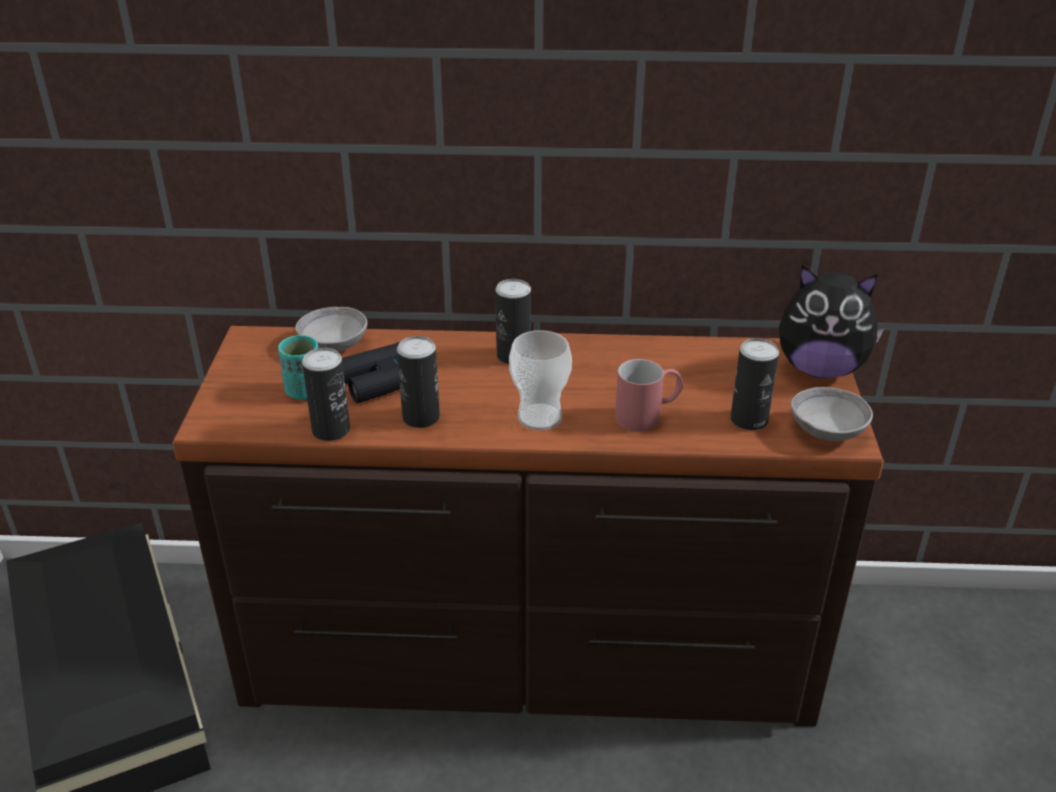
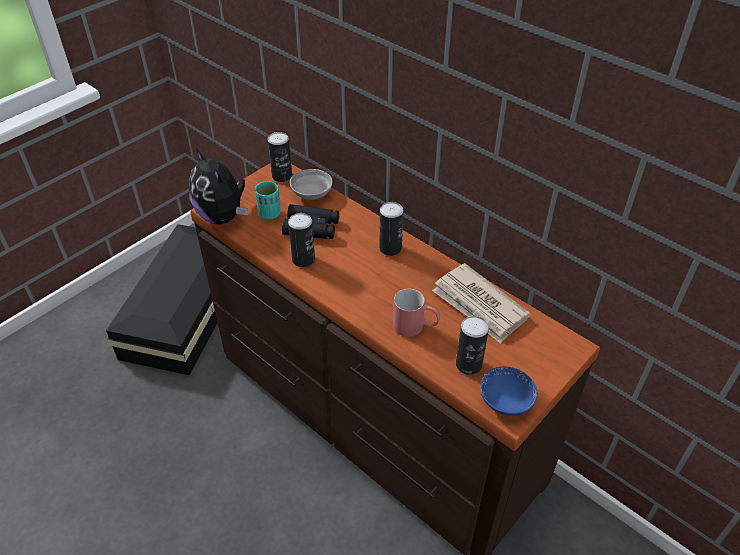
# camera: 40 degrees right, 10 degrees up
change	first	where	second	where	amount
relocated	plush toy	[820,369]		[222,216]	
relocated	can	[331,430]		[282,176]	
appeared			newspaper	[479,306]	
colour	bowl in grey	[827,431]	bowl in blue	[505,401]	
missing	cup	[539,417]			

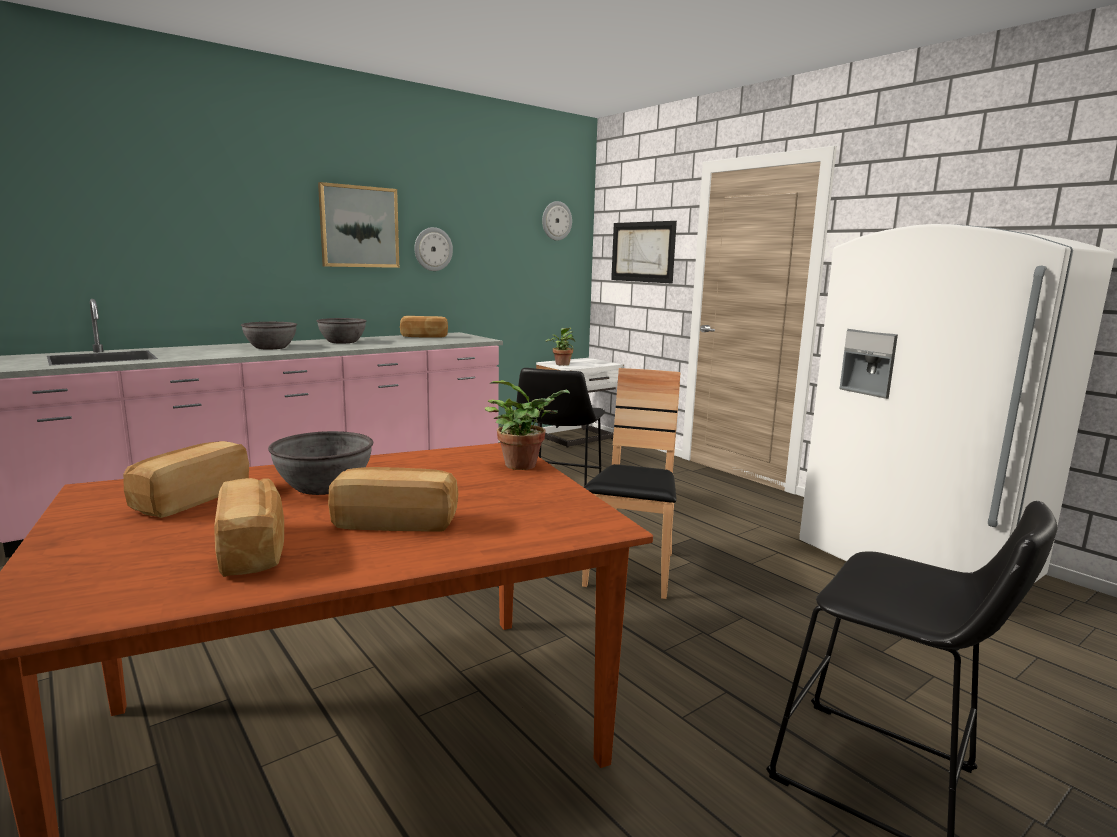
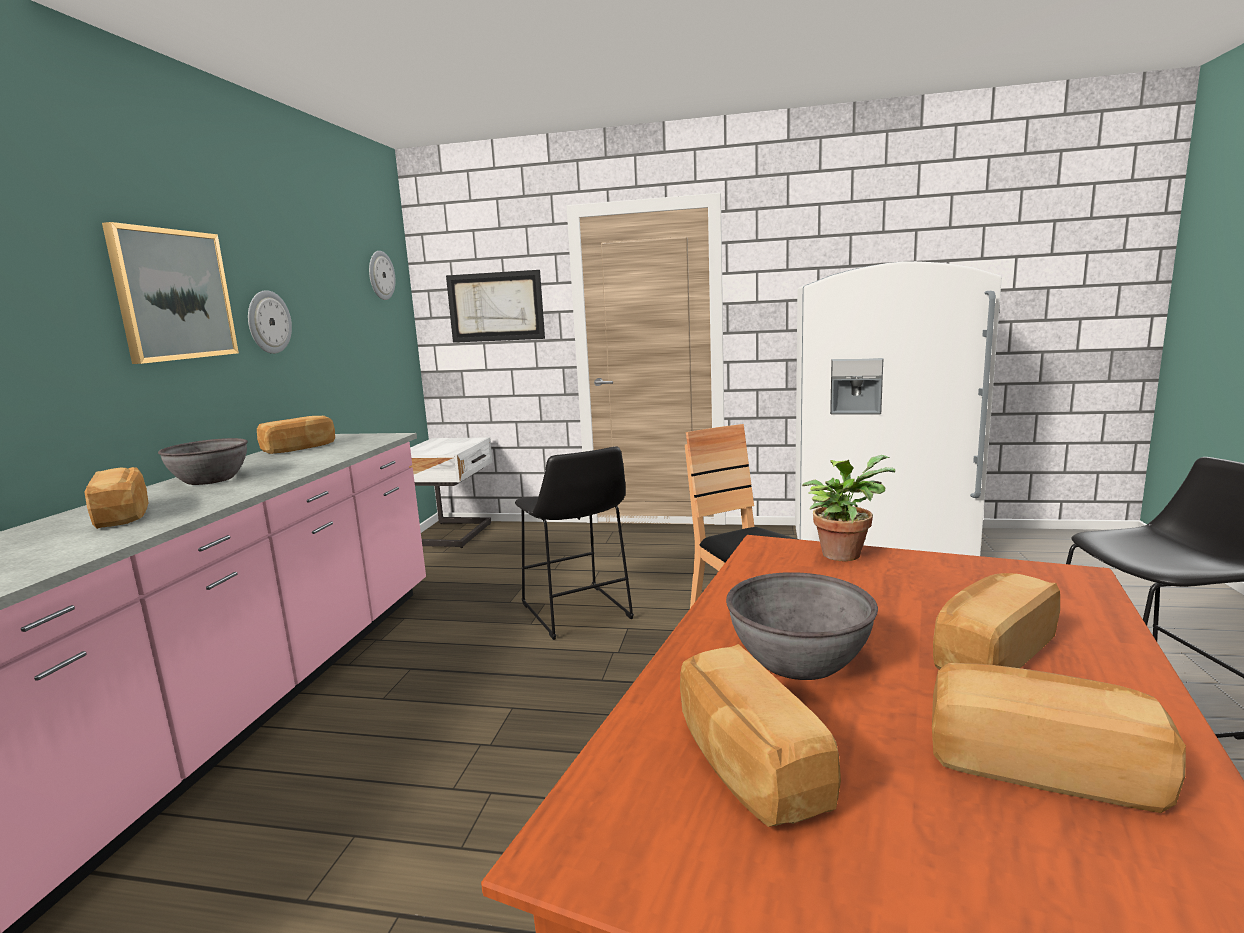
# camera: 40 degrees left, 0 degrees up
change	first	where	second	where	amount
exchanged	bowl in grey	[270,347]	bread	[124,515]	
missing	potted plant	[561,364]			

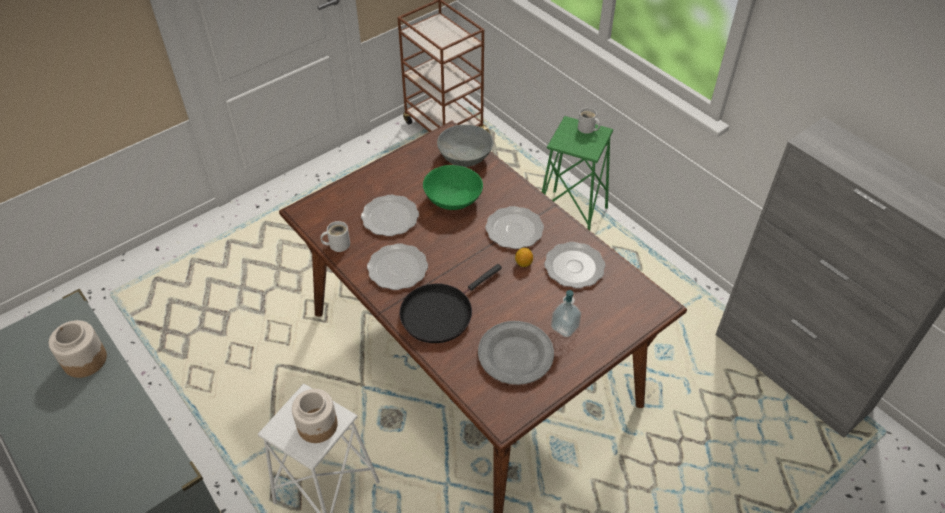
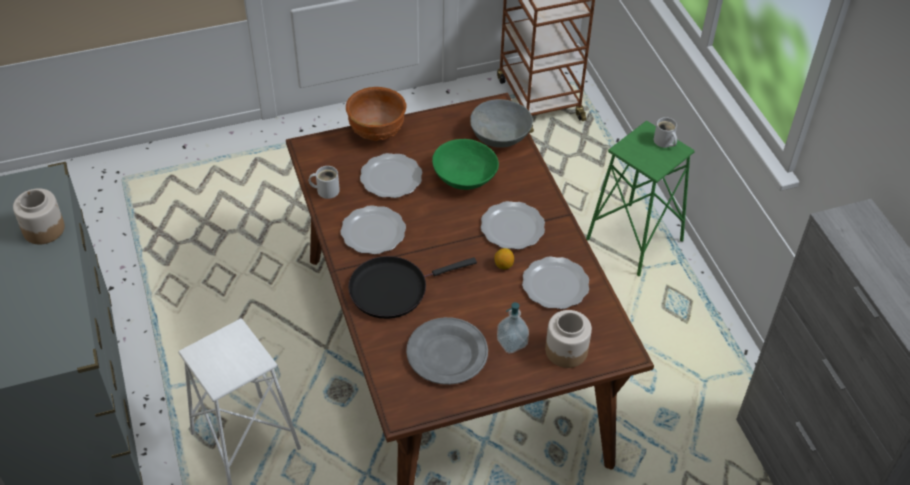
# camera: 20 degrees right, 0 degrees up
change	first	where	second	where	amount
appeared			bowl in brown	[377,132]	
relocated	jar	[318,425]		[566,351]	

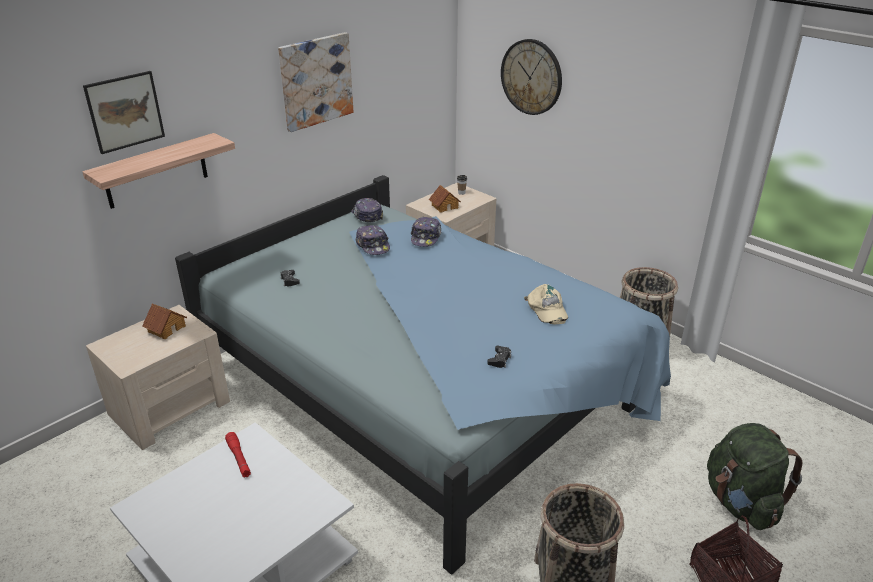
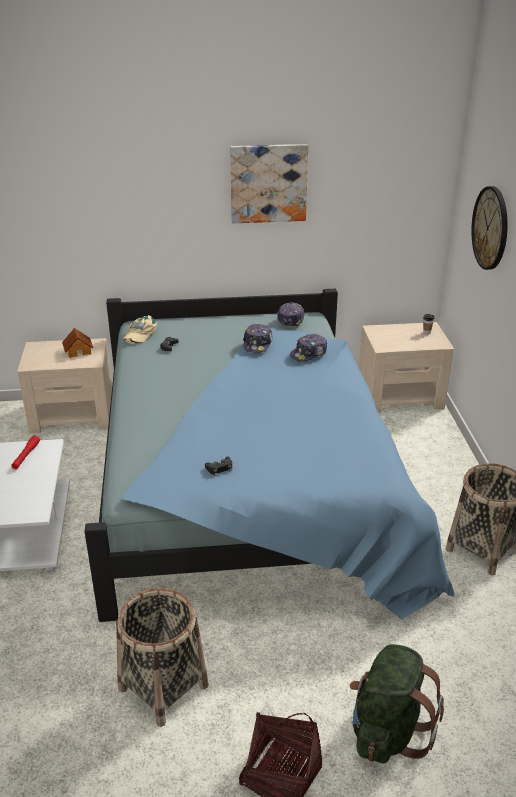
# camera: 40 degrees right, 0 degrees up
change	first	where	second	where	amount
relocated	cap in beige	[546,309]		[140,333]	
missing	shelf	[156,171]			
missing	picture	[125,111]			
missing	toy house	[444,206]			

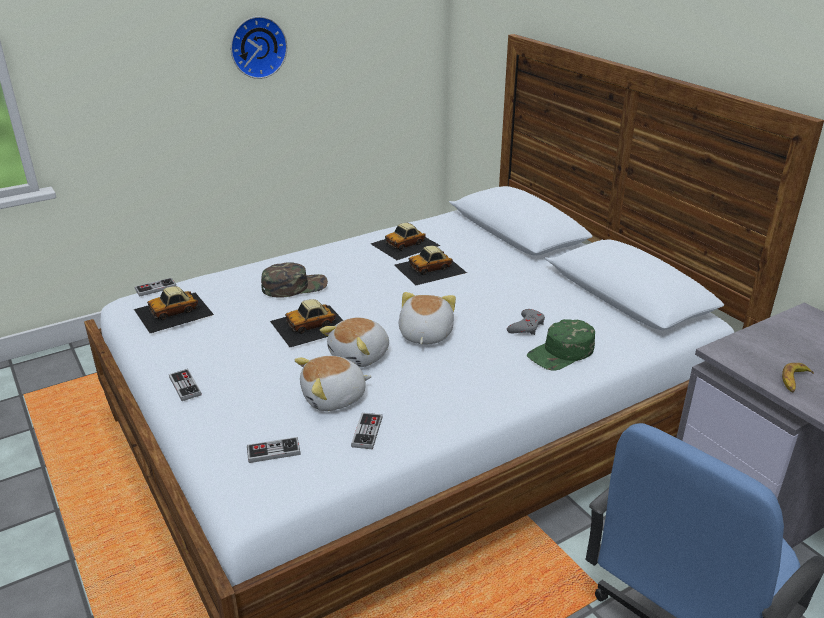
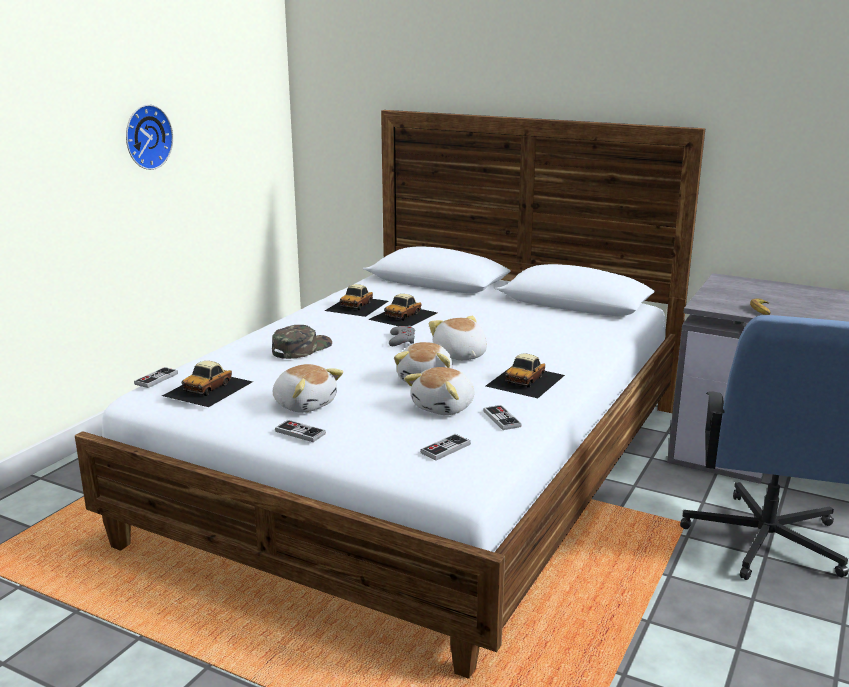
# camera: 30 degrees left, 10 degrees down
change	first	where	second	where	amount
appeared			plush toy	[305,404]	
relocated	game controller in grey	[526,326]		[402,340]	
relocated	toy car	[311,325]		[526,380]	
missing	cap in green	[561,353]			

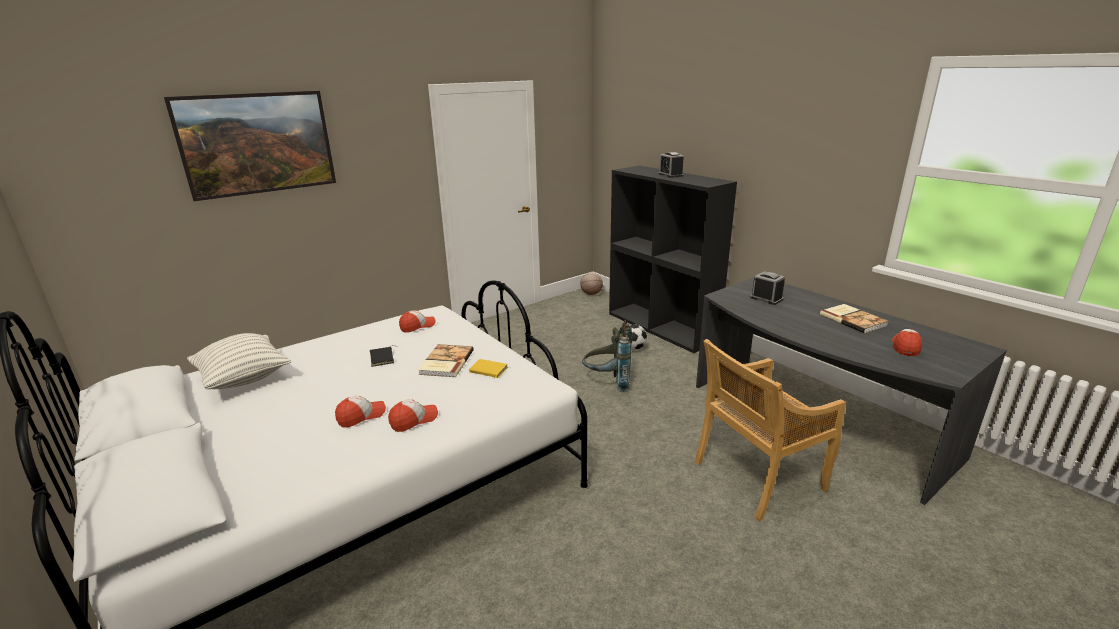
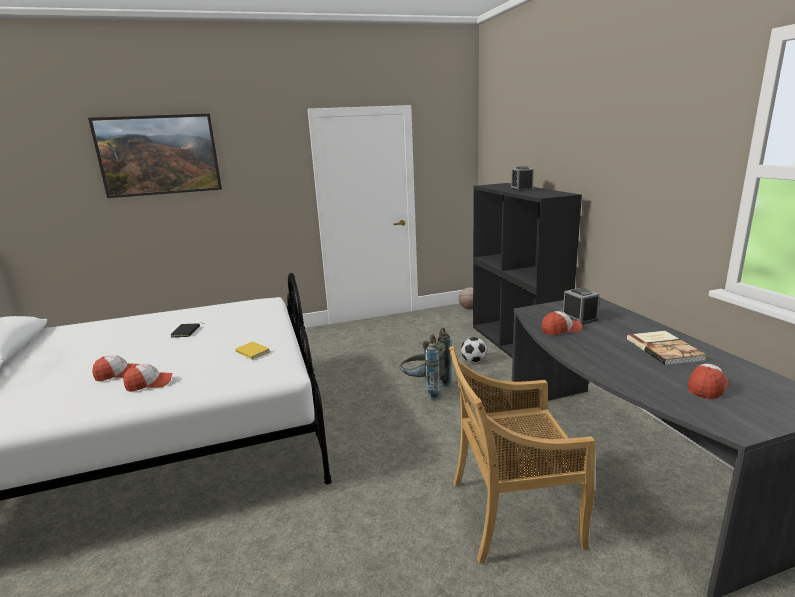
# camera: 20 degrees right, 5 degrees down
change	first	where	second	where	amount
relocated	cap	[417,326]		[561,330]	
missing	pillow	[244,379]			
missing	book	[445,362]			

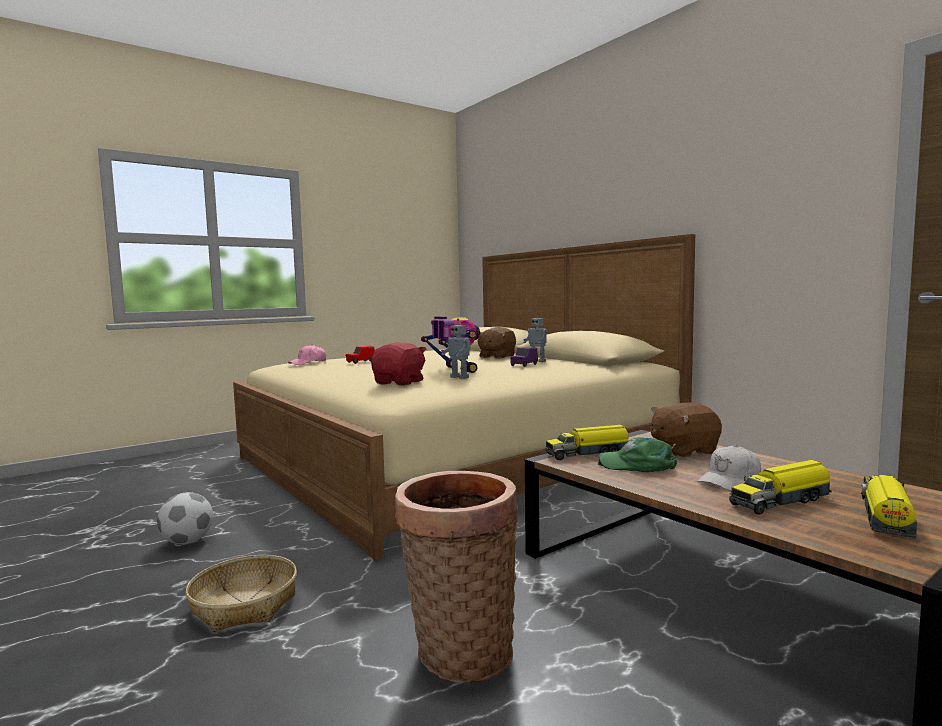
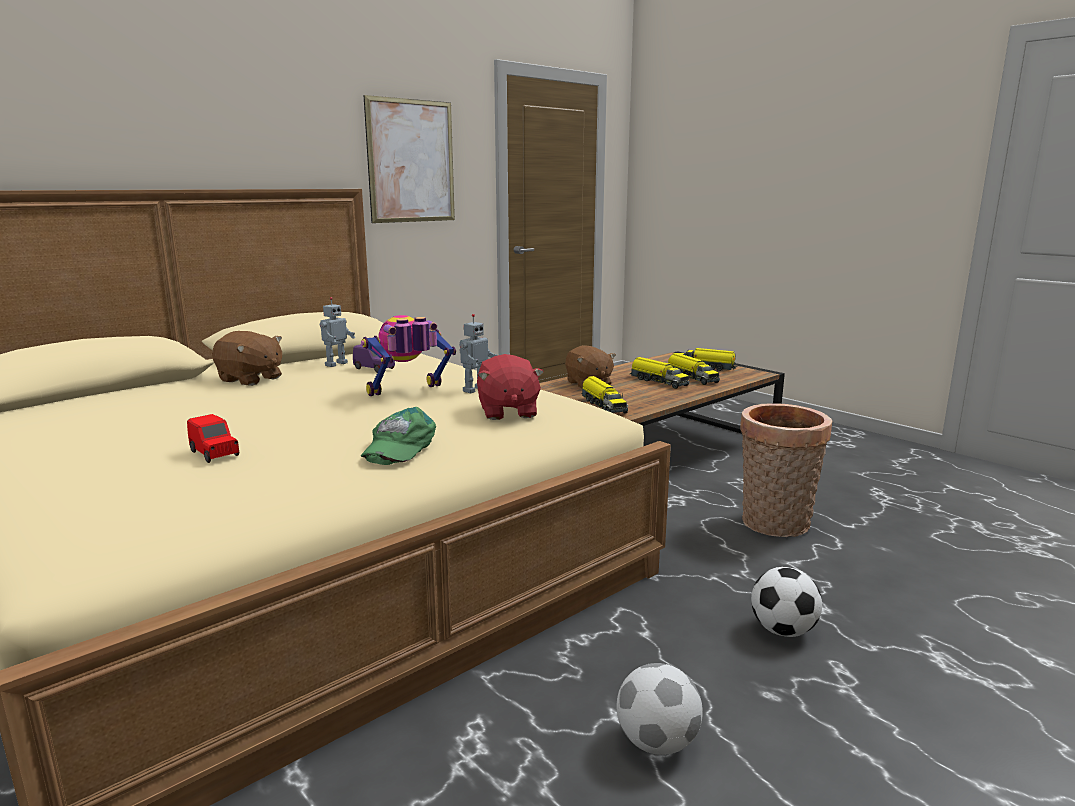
# camera: 95 degrees left, 10 degrees up
change	first	where	second	where	amount
relocated	cap in green	[638,465]		[398,447]	
appeared			picture	[411,161]	
spun	plush toy in red	[400,382]		[507,412]	120 degrees counterclockwise
exchanged	cap in white	[730,480]	toy truck	[658,381]	
exchanged	basket	[244,605]	football	[783,631]	
missing	cap in pink	[308,363]			

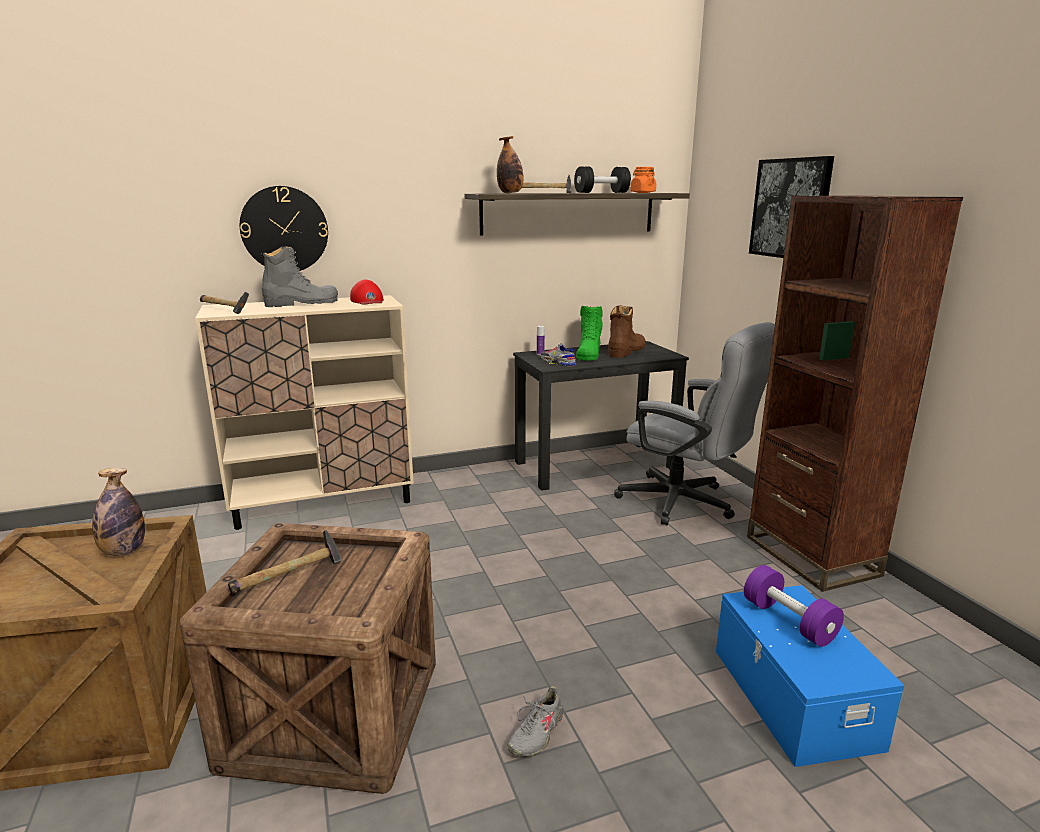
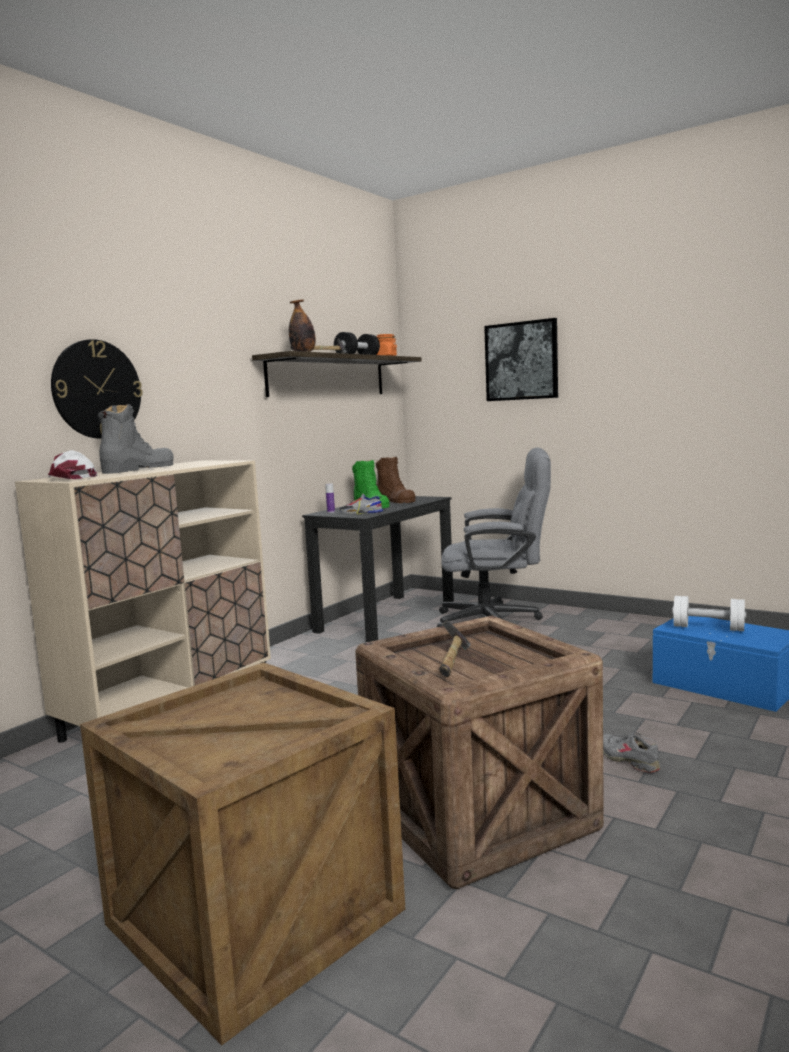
# camera: 35 degrees left, 10 degrees down
change	first	where	second	where	amount
exchanged	hammer	[224,310]	cap in white	[71,478]	
spun	boot in brown	[626,351]		[395,501]	150 degrees clockwise
spun	shoe in grey	[536,733]		[629,759]	150 degrees clockwise
colour	dumbbell in purple	[788,621]	dumbbell in white	[708,628]	
missing	bottle	[123,551]			
missing	cap in red	[367,301]			
missing	bookcase in brown	[811,555]			

